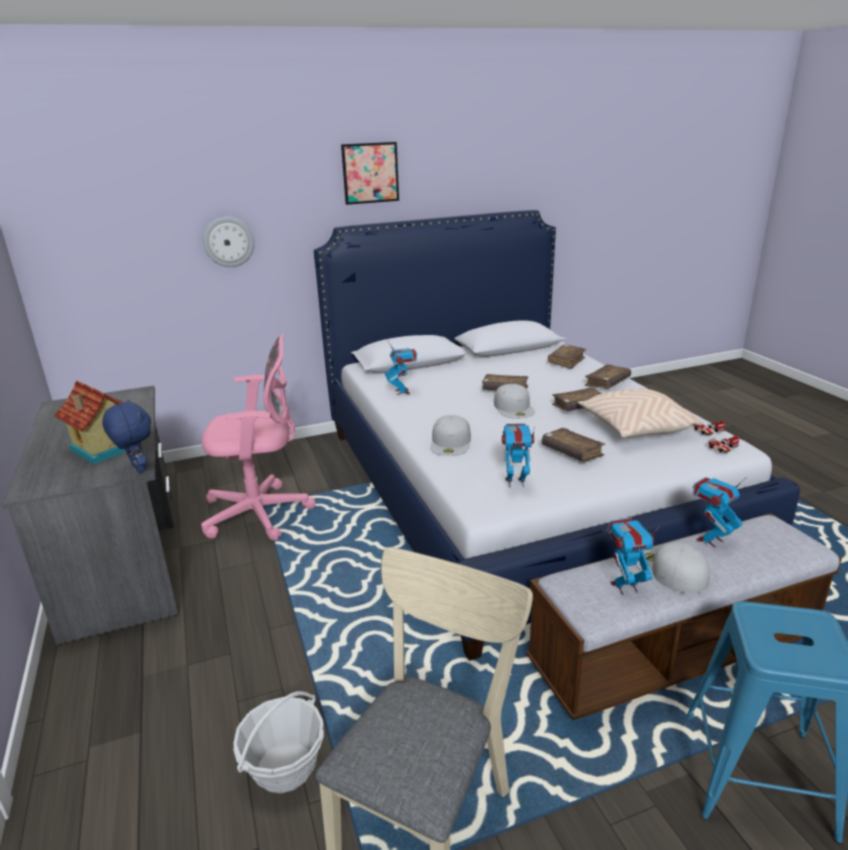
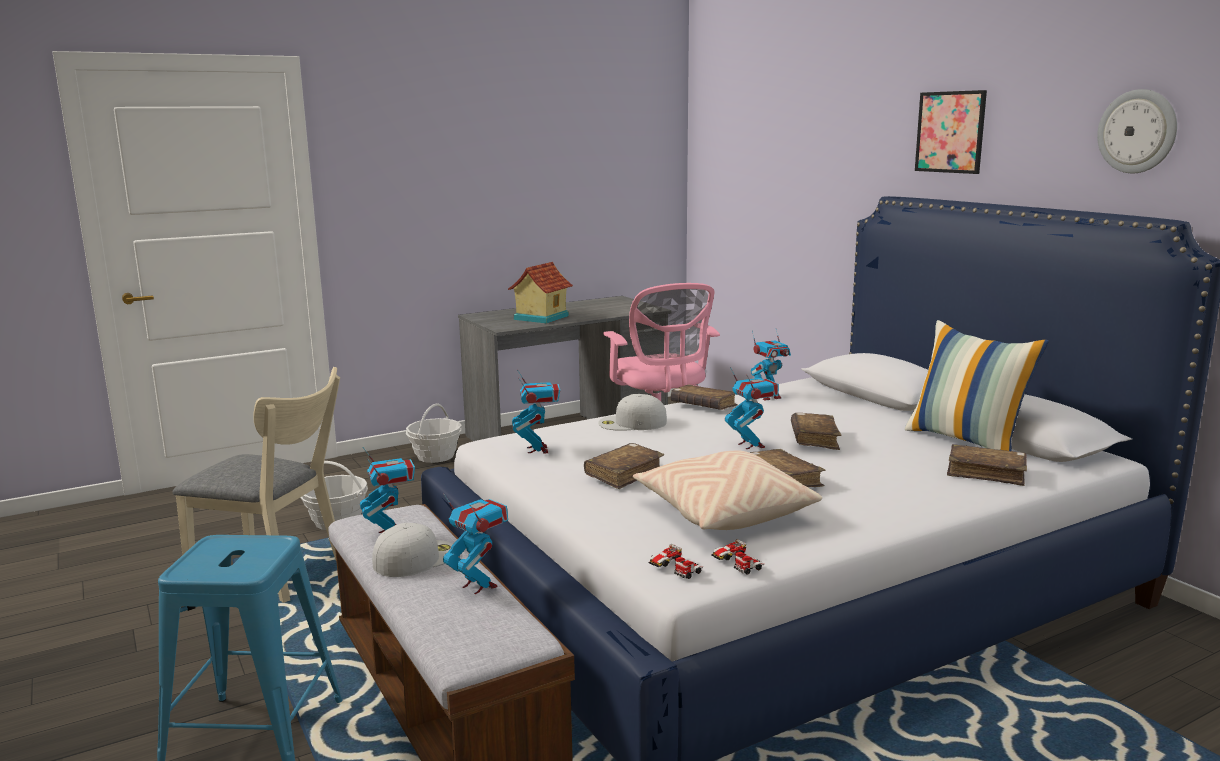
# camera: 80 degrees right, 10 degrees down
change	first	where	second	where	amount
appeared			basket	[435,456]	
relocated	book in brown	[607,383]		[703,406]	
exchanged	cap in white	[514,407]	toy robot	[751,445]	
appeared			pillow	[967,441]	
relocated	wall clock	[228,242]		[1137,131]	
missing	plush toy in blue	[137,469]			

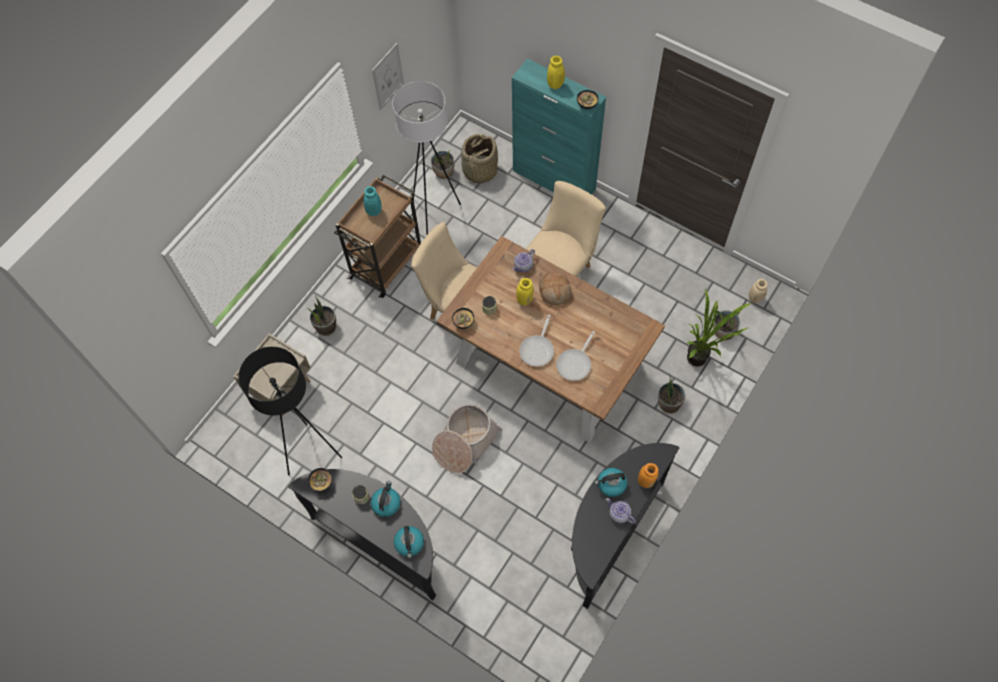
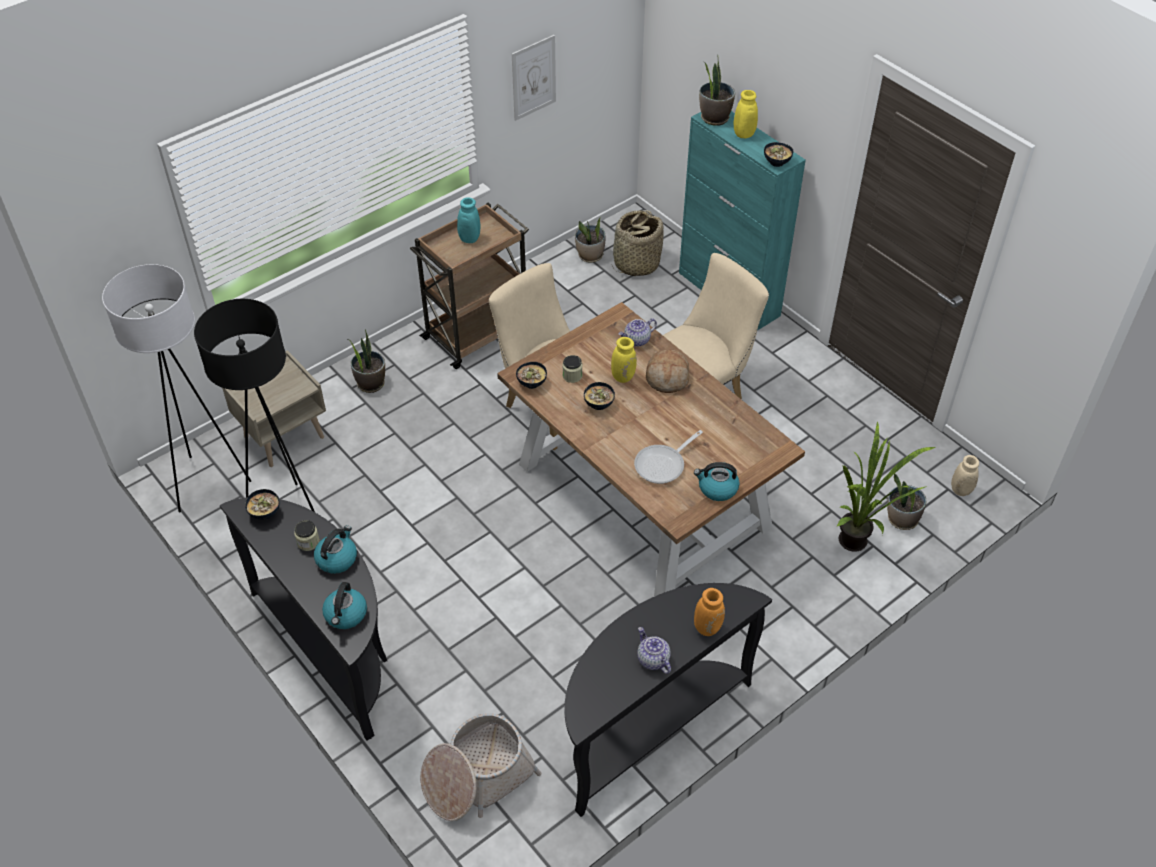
# camera: 15 degrees right, 15 degrees down
change	first	where	second	where	amount
relocated	floor lamp in white	[434,213]		[208,483]	
relocated	basket	[464,442]		[477,776]	
appeared			bowl	[599,404]	
relocated	kettle	[611,484]		[717,488]	
relocated	potted plant	[668,404]		[714,118]	
missing	frying pan	[538,349]			

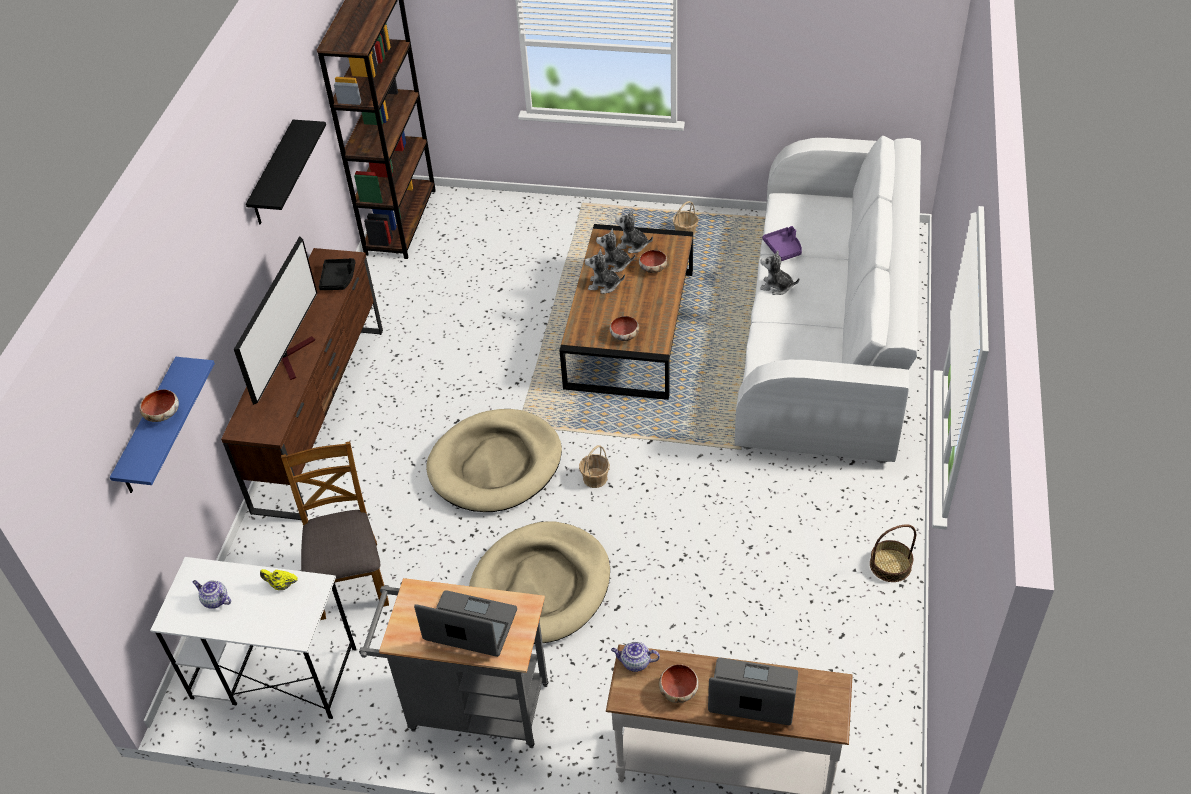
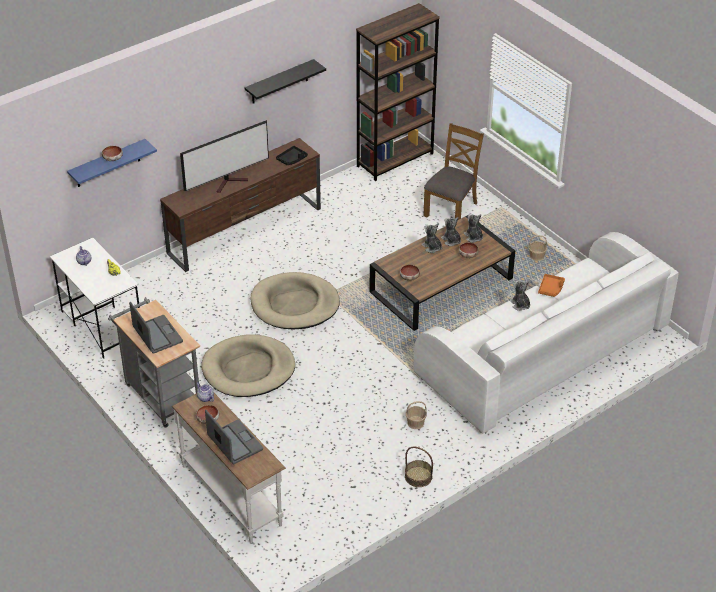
# camera: 40 degrees right, 5 degrees down
change	first	where	second	where	amount
relocated	basket	[595,478]		[415,423]	
relocated	chair in brown	[349,578]		[451,209]	
colour	tray in purple	[783,248]	tray in orange	[551,288]	

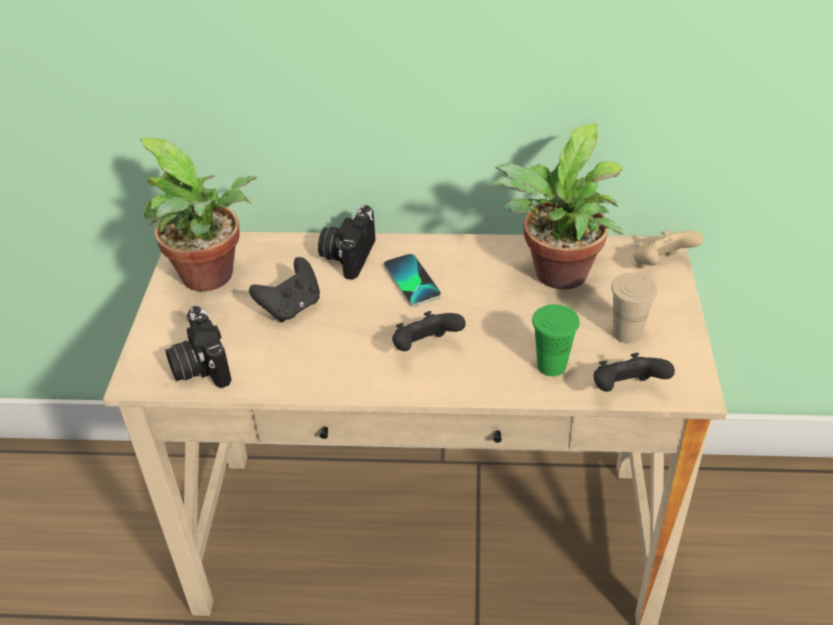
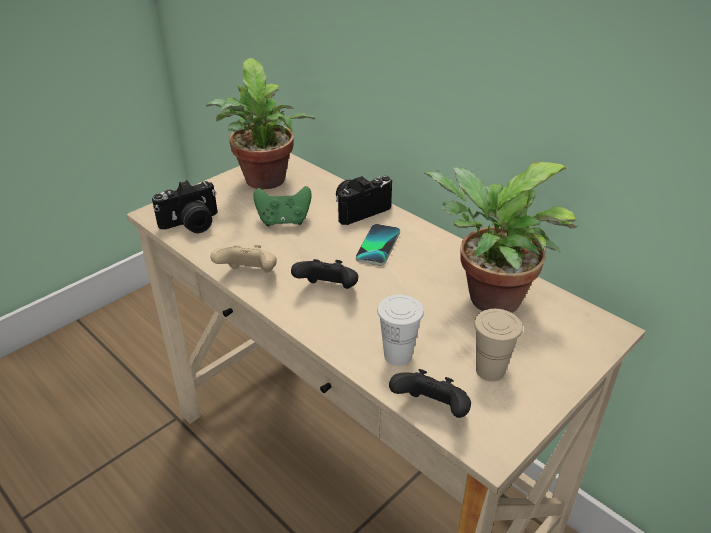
# camera: 40 degrees right, 5 degrees down
change	first	where	second	where	amount
spun	photo camera	[199,366]		[191,224]	135 degrees counterclockwise
relocated	game controller in beige	[661,265]		[249,275]	
colour	game controller in black	[291,307]	game controller in green	[284,221]	
colour	cup in green	[551,366]	cup in white	[398,355]	

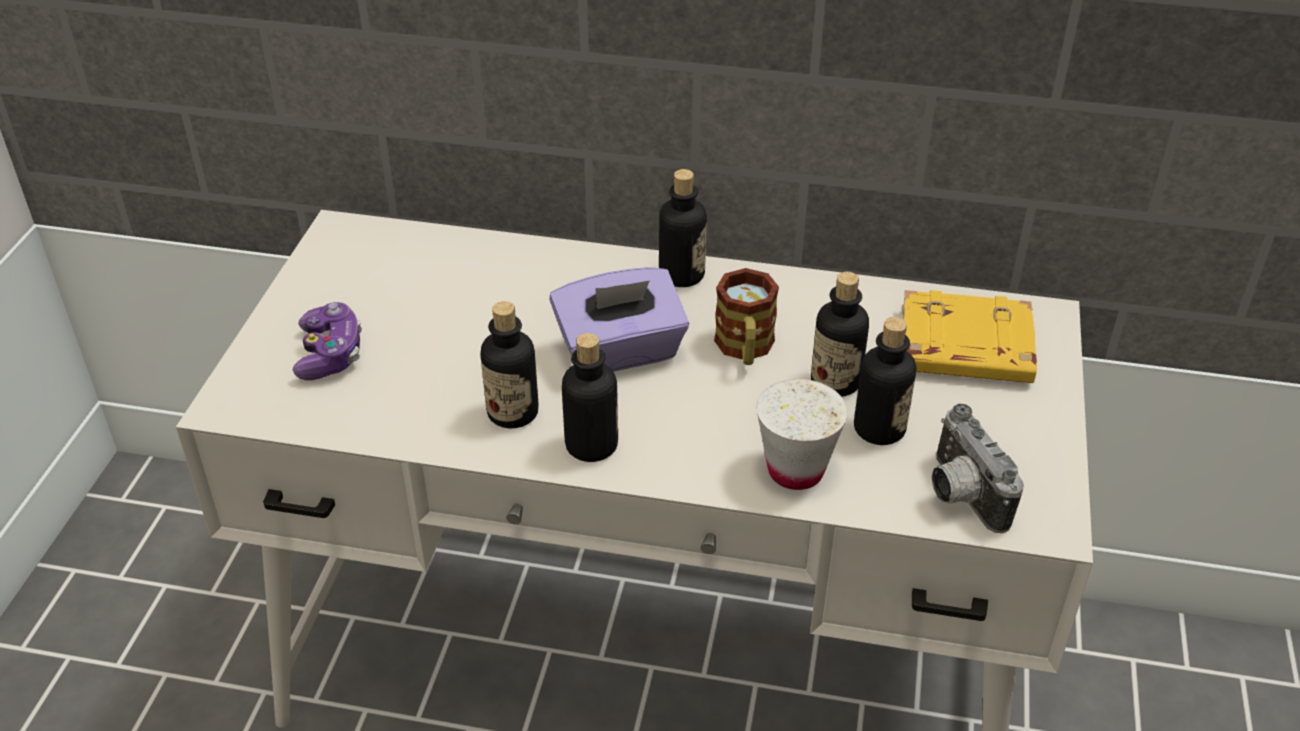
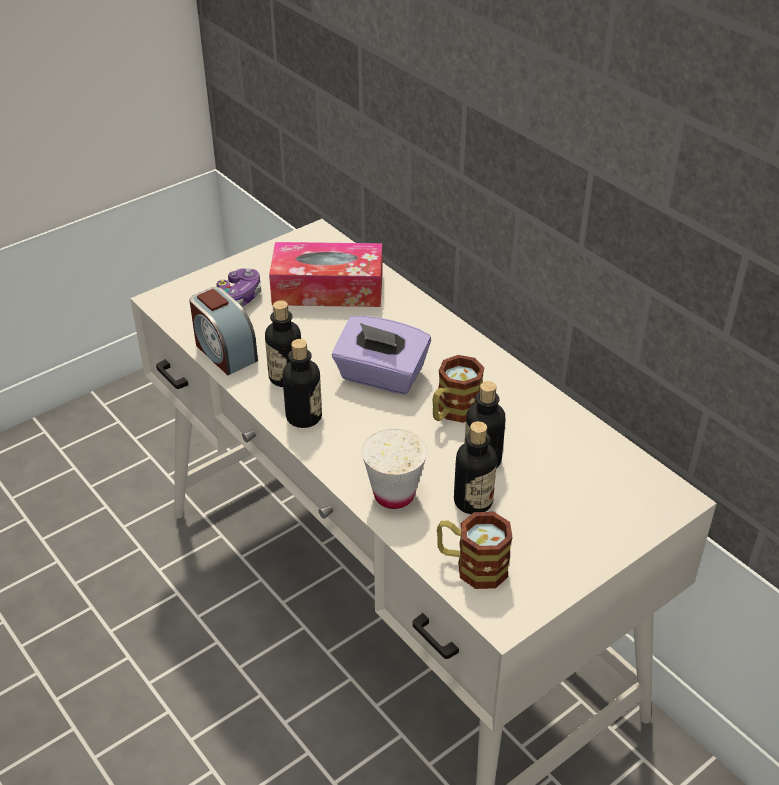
# camera: 40 degrees right, 0 degrees up
change	first	where	second	where	amount
appeared			alarm clock	[224,352]	
appeared			tissue box	[328,289]	
exchanged	photo camera	[959,494]	mug	[471,566]	
missing	bottle	[681,275]			
missing	book in yellow	[963,348]			

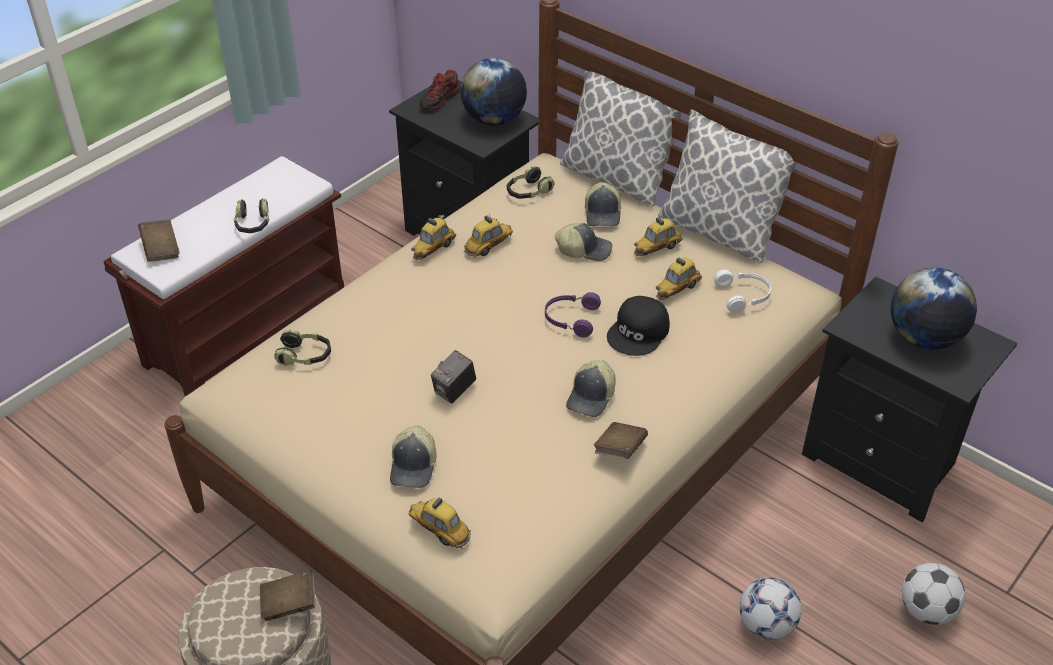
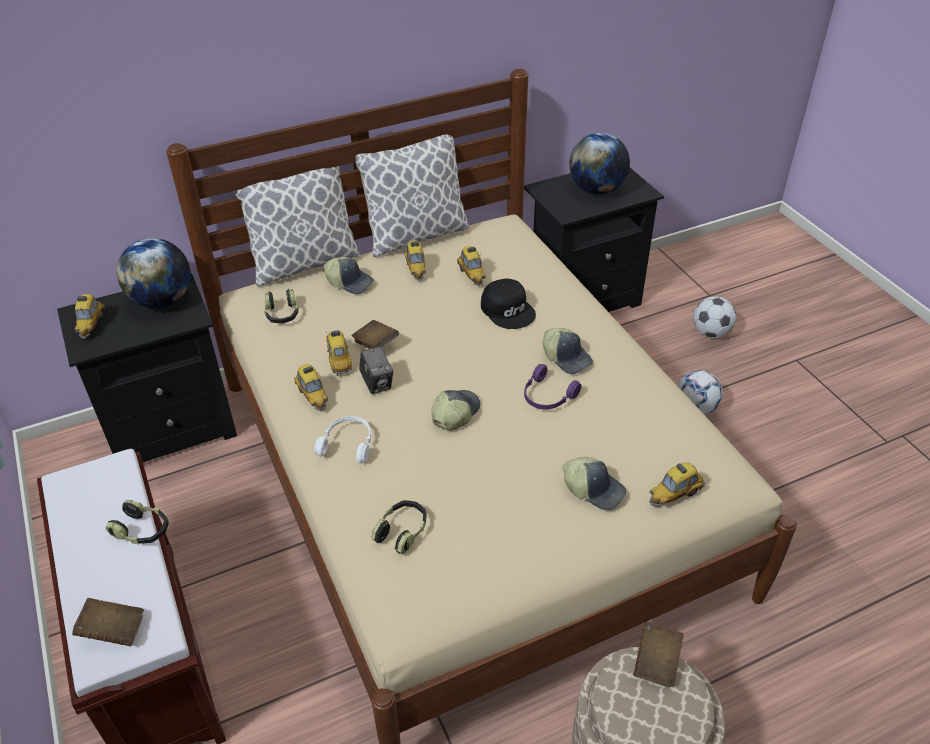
# camera: 65 degrees left, 0 degrees up
change	first	where	second	where	amount
exchanged	shoe	[440,99]	toy car	[91,324]	
relocated	headphones in white	[744,296]		[348,444]	
relocated	book in brown	[619,450]		[376,344]	
relocated	photo camera	[454,391]		[377,383]	
relocated	cap	[584,249]		[454,413]	
relocated	headphones in purple	[570,319]		[547,396]	

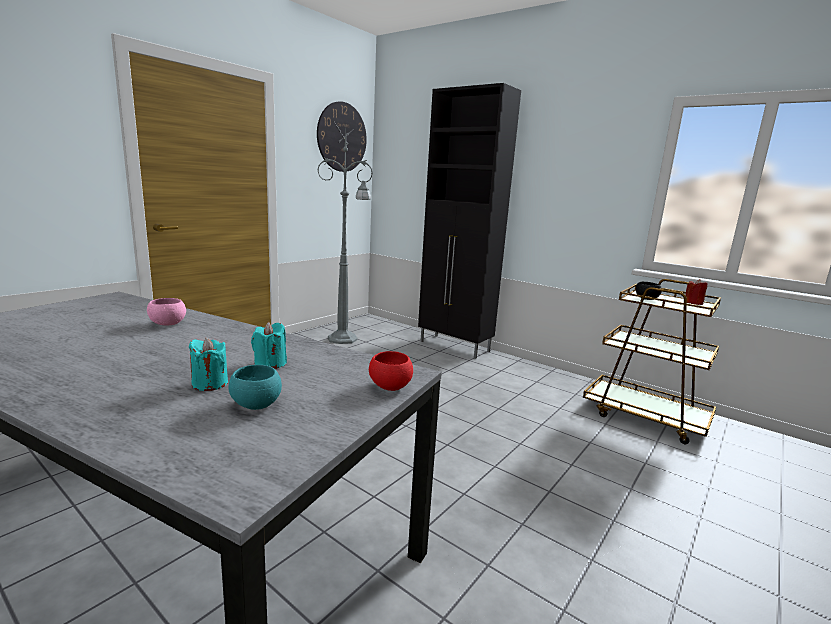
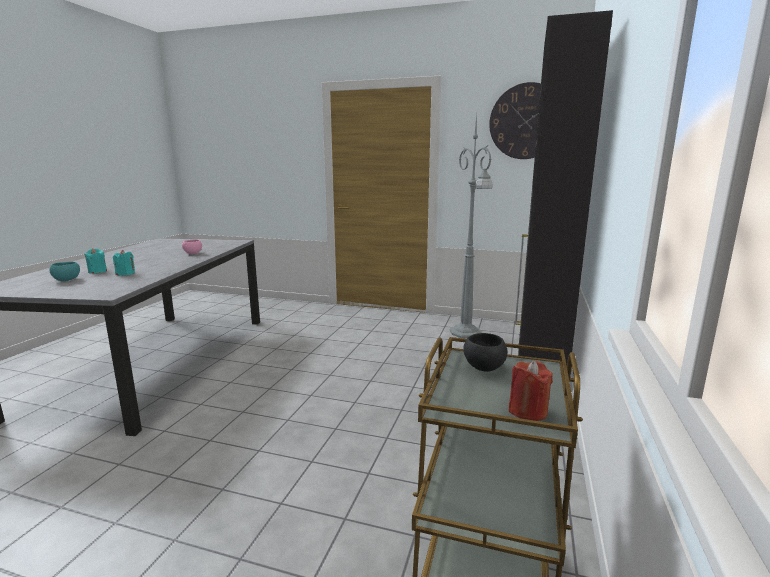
# camera: 70 degrees right, 0 degrees up
change	first	where	second	where	amount
missing	bowl in red	[390,387]			

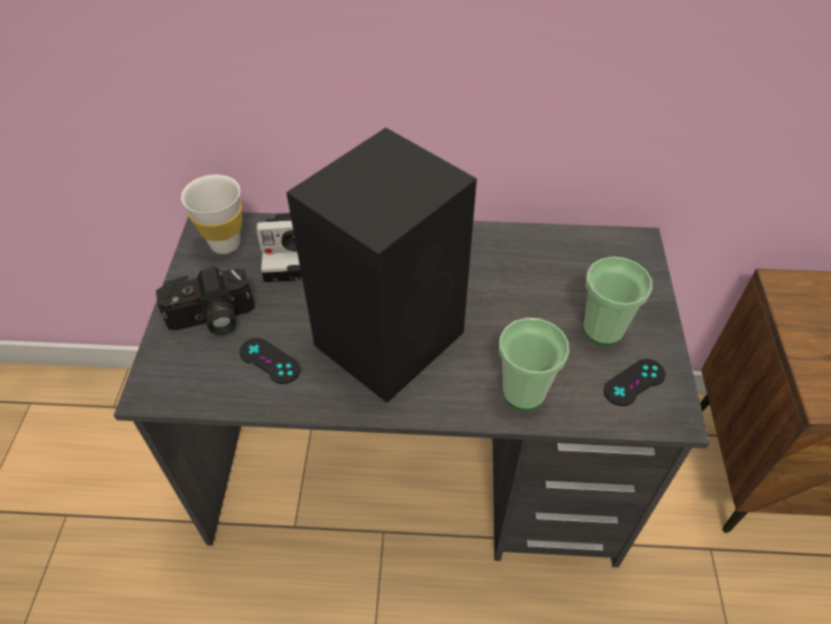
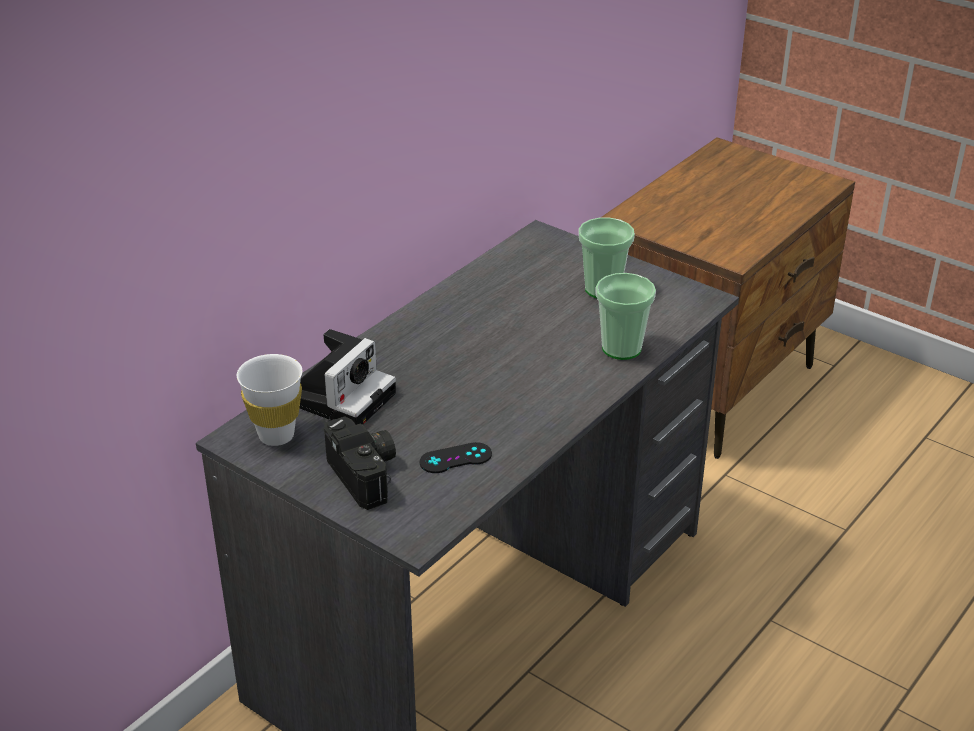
# camera: 55 degrees left, 15 degrees down
change	first	where	second	where	amount
spun	photo camera	[212,319]		[367,475]	45 degrees counterclockwise
missing	speaker in black	[392,337]			
missing	game controller in black	[634,382]			

